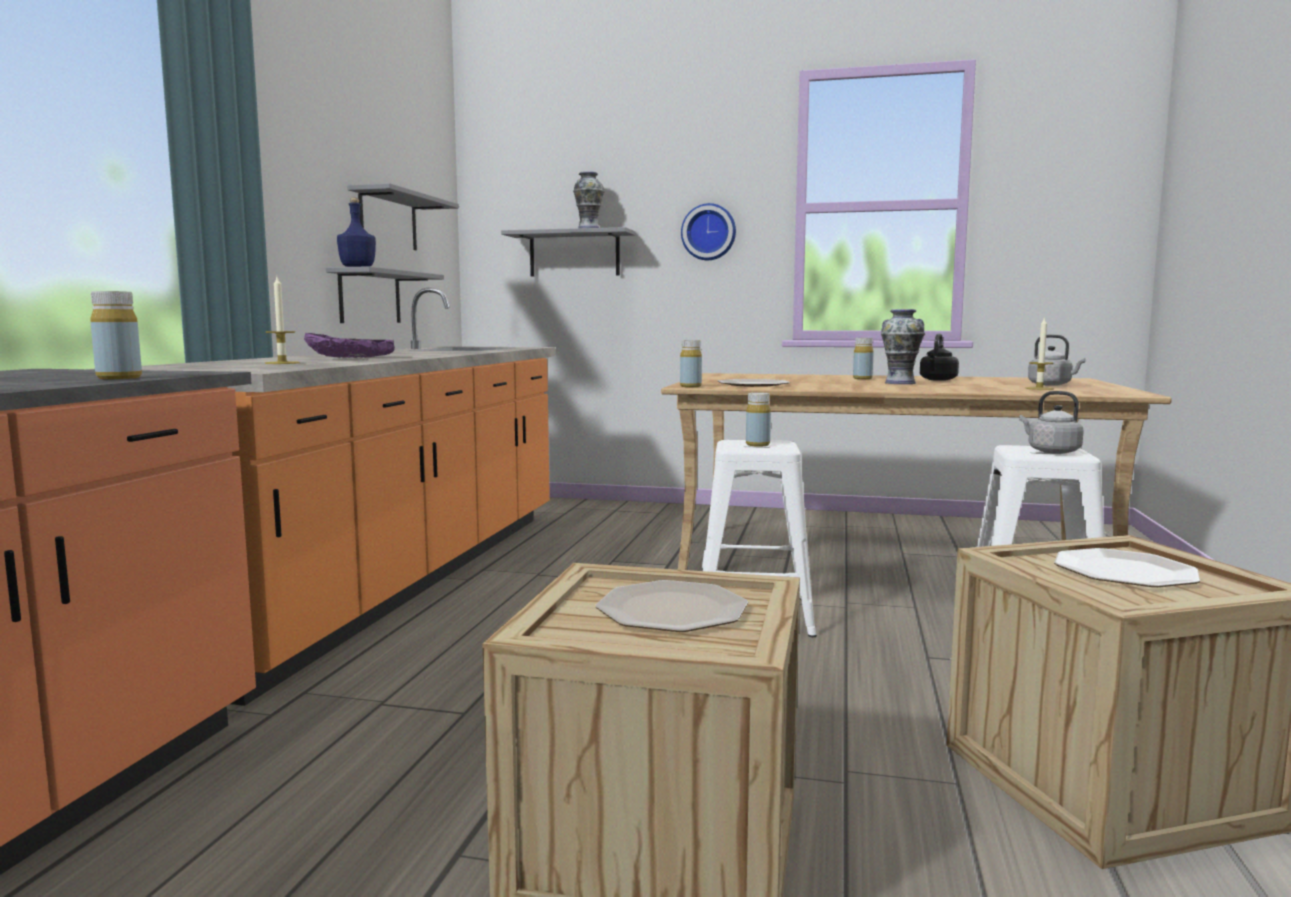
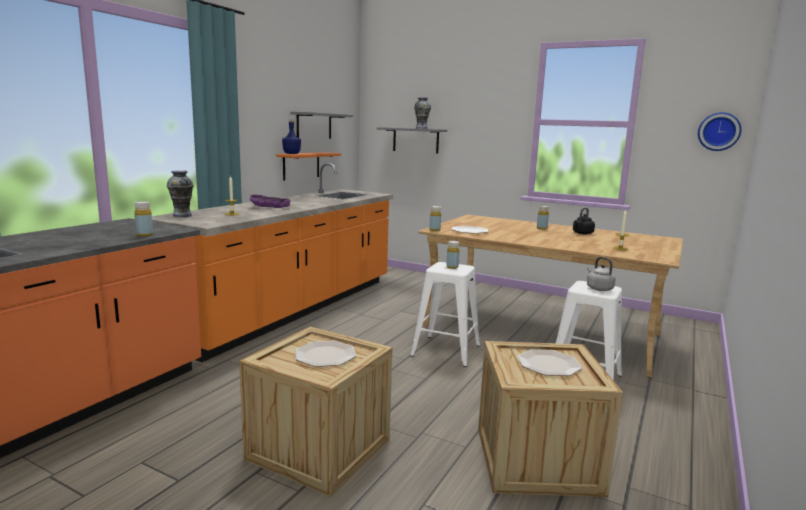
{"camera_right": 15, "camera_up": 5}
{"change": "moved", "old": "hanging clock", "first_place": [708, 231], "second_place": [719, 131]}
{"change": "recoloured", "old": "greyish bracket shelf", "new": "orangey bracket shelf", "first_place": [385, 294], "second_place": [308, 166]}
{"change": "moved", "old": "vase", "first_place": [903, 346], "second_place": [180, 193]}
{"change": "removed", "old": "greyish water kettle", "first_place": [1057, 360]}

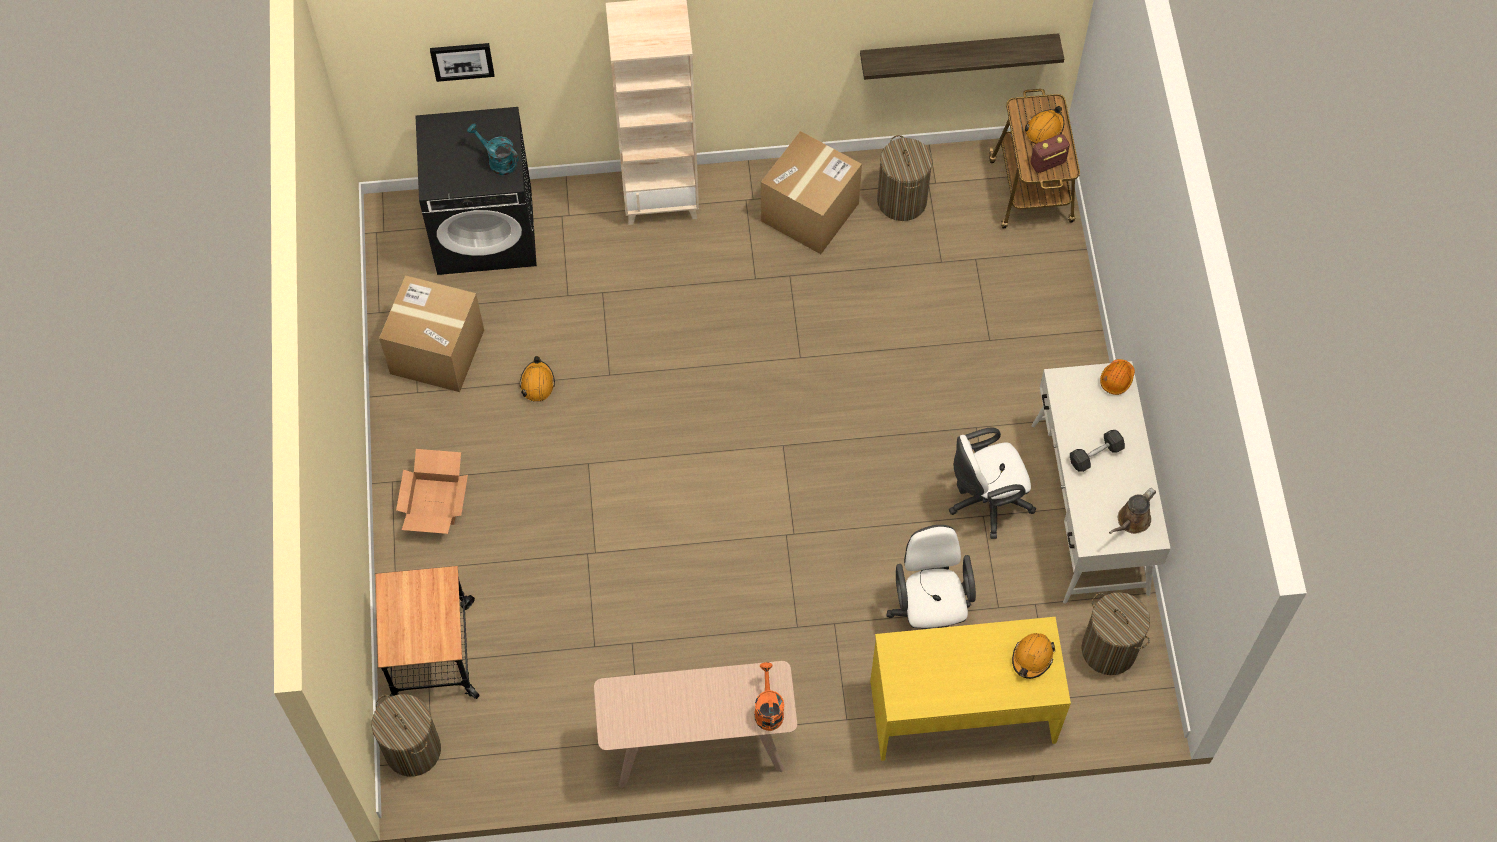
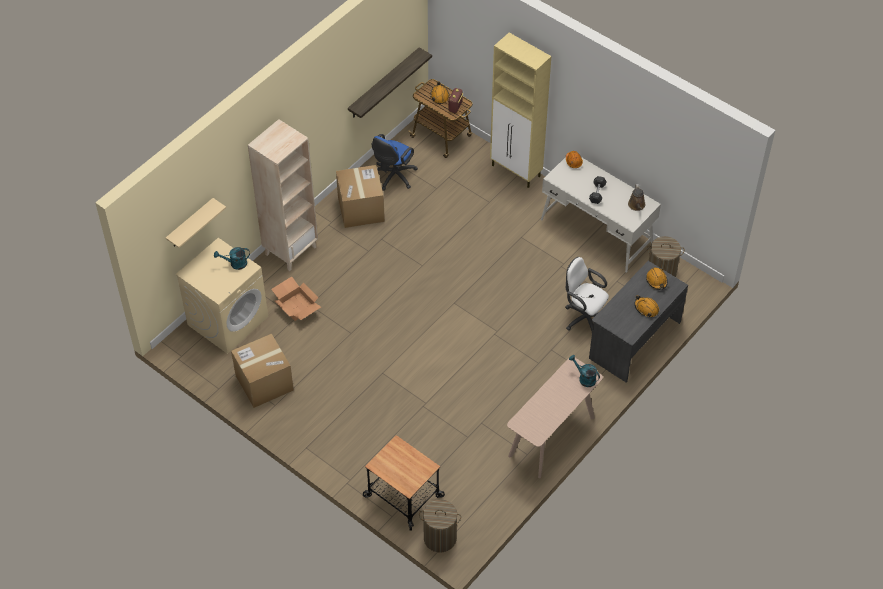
{"camera_right": -45, "camera_up": -10}
{"change": "replaced", "old": "wall art", "new": "beige bracket shelf", "first_place": [462, 62], "second_place": [196, 223]}
{"change": "recoloured", "old": "blackish laundry machine", "new": "beige laundry machine", "first_place": [476, 191], "second_place": [222, 296]}
{"change": "replaced", "old": "washing basket", "new": "blue desk chair", "first_place": [905, 178], "second_place": [394, 162]}
{"change": "moved", "old": "orangey hard hat", "first_place": [537, 379], "second_place": [647, 306]}
{"change": "removed", "old": "white-coloured desk chair", "first_place": [992, 483]}
{"change": "moved", "old": "carton", "first_place": [432, 491], "second_place": [296, 299]}
{"change": "recoloured", "old": "yellowish desk table", "new": "greyish desk table", "first_place": [970, 689], "second_place": [638, 321]}
{"change": "recoloured", "old": "orangey watering pot", "new": "turquoise-coloured watering pot", "first_place": [769, 696], "second_place": [584, 371]}
{"change": "added", "new": "beige storage cabinet", "second_place": [520, 110]}

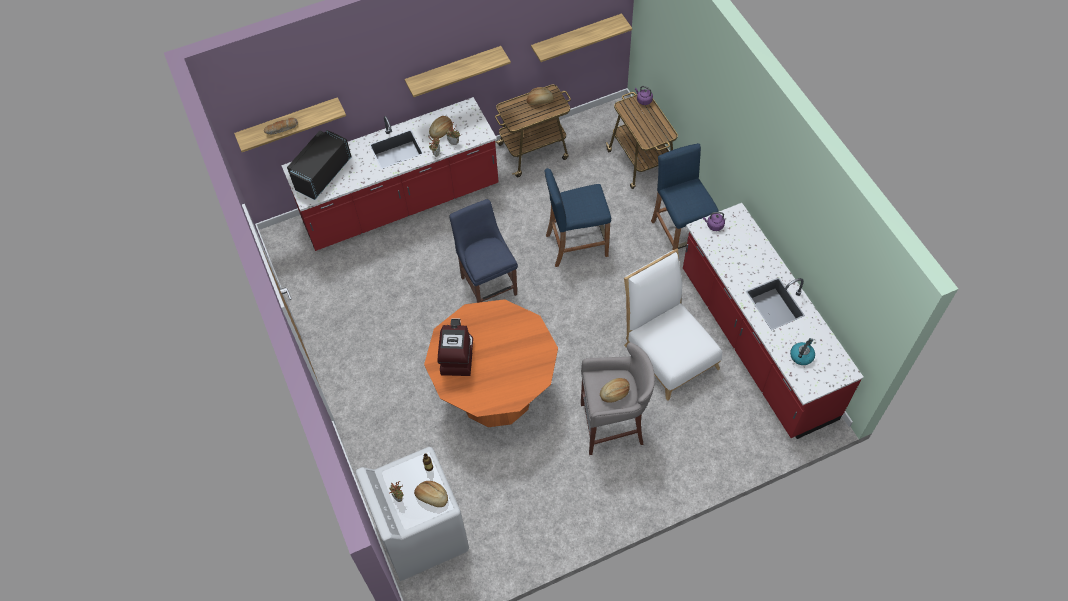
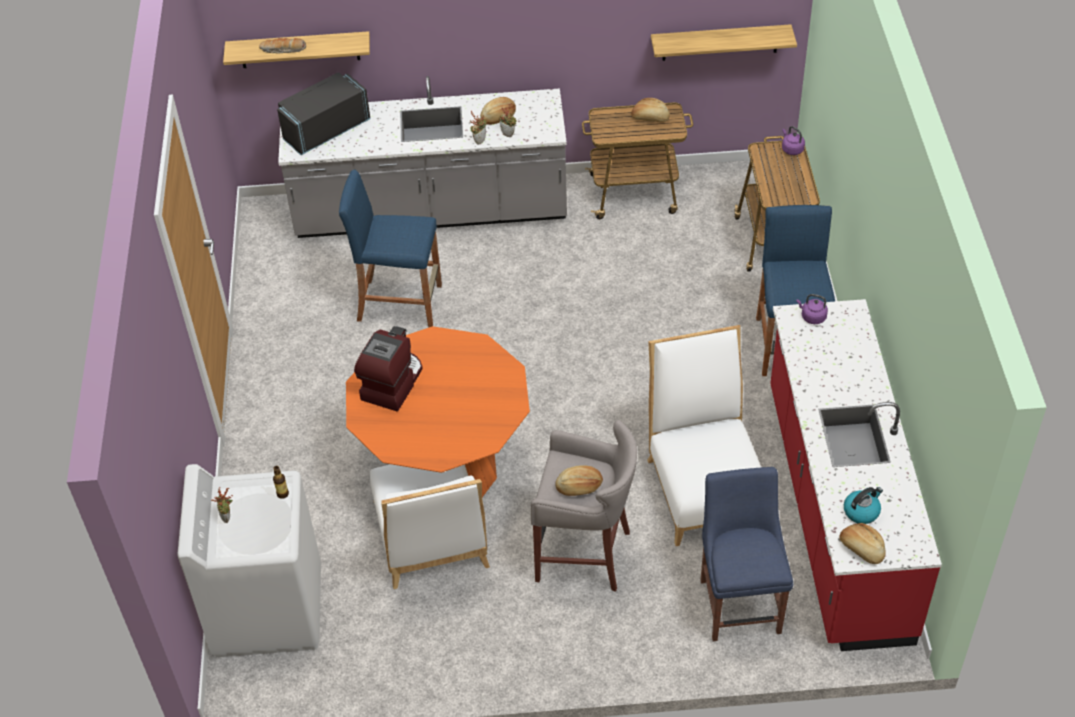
{"camera_right": 20, "camera_up": -10}
{"change": "removed", "old": "bracket shelf", "first_place": [458, 71]}
{"change": "recoloured", "old": "red kitchen counter", "new": "greyish kitchen counter", "first_place": [390, 174], "second_place": [422, 157]}
{"change": "moved", "old": "blue sitting stool", "first_place": [577, 217], "second_place": [390, 248]}
{"change": "moved", "old": "blue upright chair", "first_place": [483, 251], "second_place": [746, 554]}
{"change": "moved", "old": "bakery bread", "first_place": [431, 494], "second_place": [863, 543]}
{"change": "added", "new": "white-coloured upright chair", "second_place": [430, 526]}

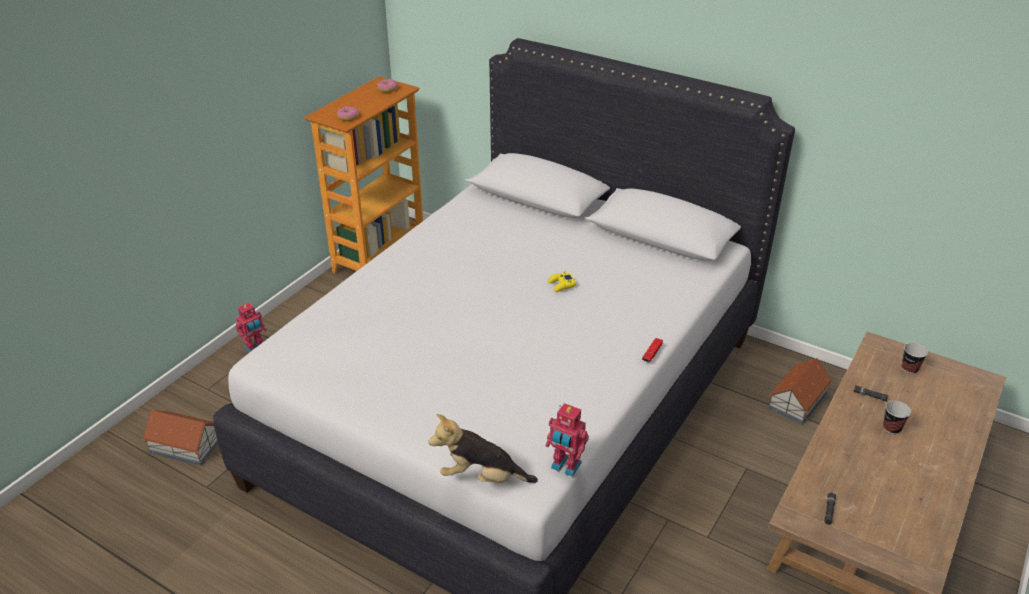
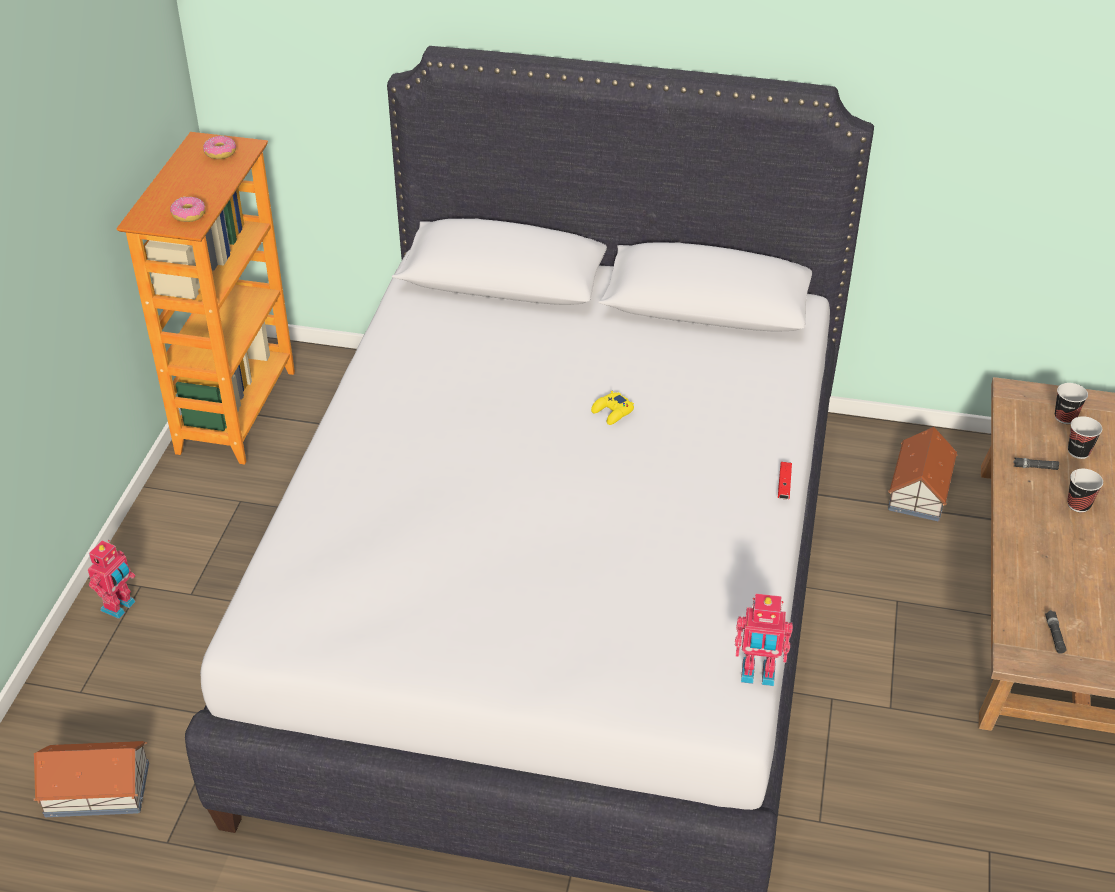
{"camera_right": -20, "camera_up": 5}
{"change": "removed", "old": "plush toy", "first_place": [483, 448]}
{"change": "added", "new": "cup", "second_place": [1085, 437]}

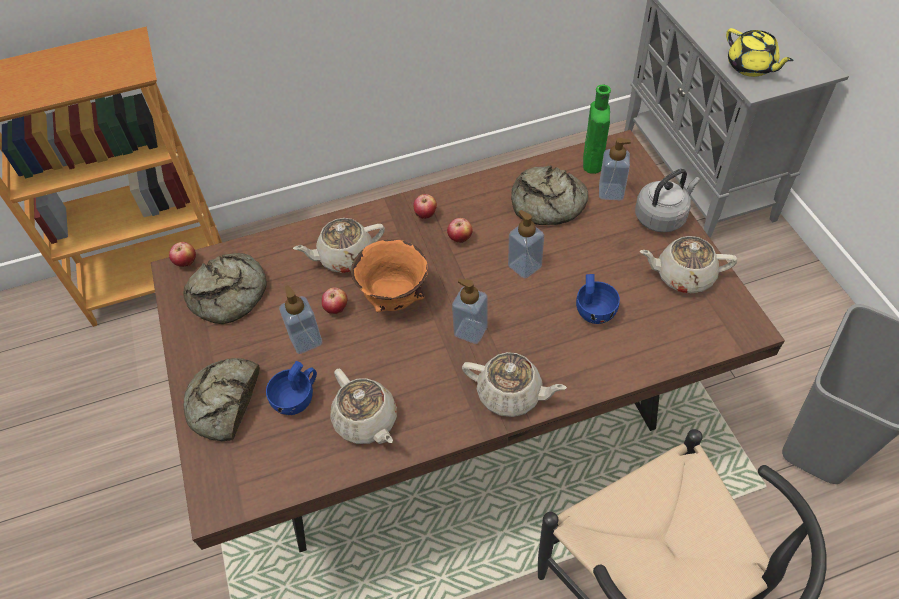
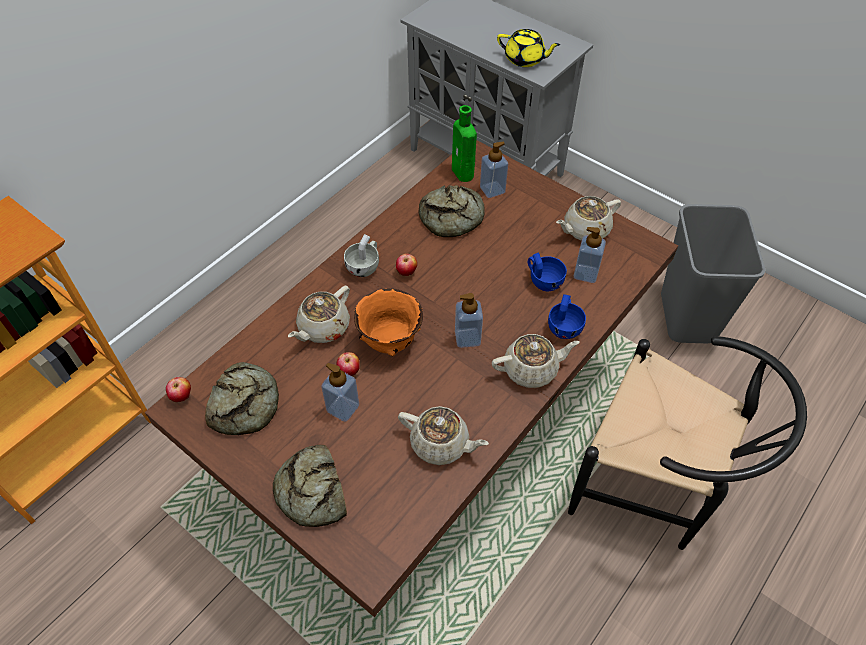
{"camera_right": -35, "camera_up": 0}
{"change": "removed", "old": "greyish water kettle", "first_place": [667, 200]}
{"change": "replaced", "old": "apple fruit", "new": "white-coloured cup", "first_place": [425, 206], "second_place": [361, 255]}
{"change": "moved", "old": "liquid soap bottle", "first_place": [526, 244], "second_place": [590, 255]}
{"change": "moved", "old": "blue cup", "first_place": [291, 388], "second_place": [567, 316]}

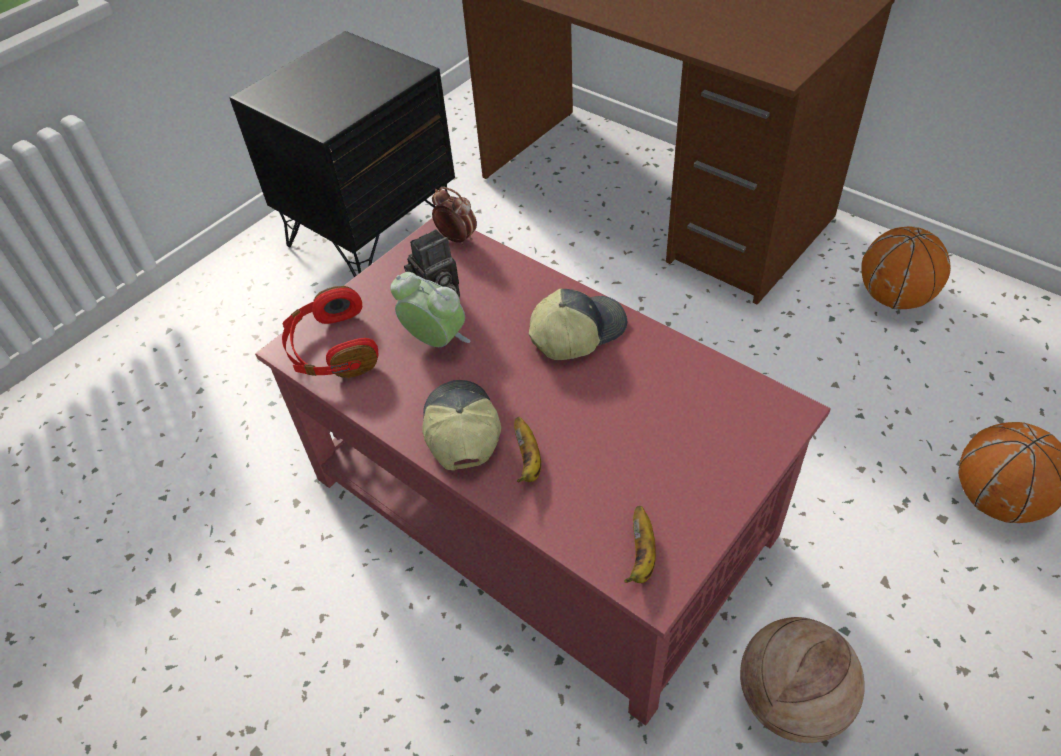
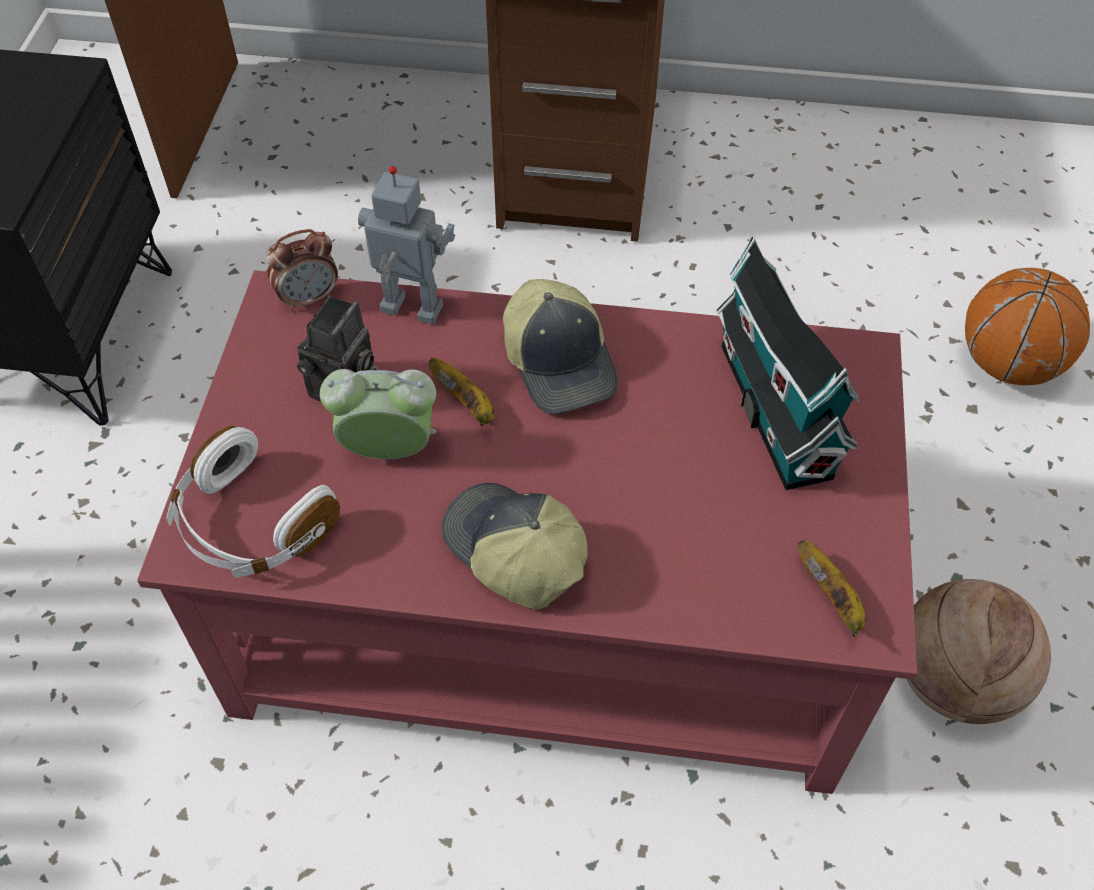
{"camera_right": -35, "camera_up": 5}
{"change": "turned", "old": "table clock", "first_place": [454, 216], "second_place": [302, 270], "degrees": 150}
{"change": "removed", "old": "ball for basketball", "first_place": [906, 268]}
{"change": "recoloured", "old": "red headphones", "new": "white-coloured headphones", "first_place": [330, 332], "second_place": [253, 502]}
{"change": "turned", "old": "peaked cap", "first_place": [578, 324], "second_place": [560, 346], "degrees": 135}
{"change": "moved", "old": "whole banana", "first_place": [527, 449], "second_place": [461, 392]}
{"change": "added", "new": "toy robot", "second_place": [406, 245]}
{"change": "added", "new": "toy house", "second_place": [787, 363]}

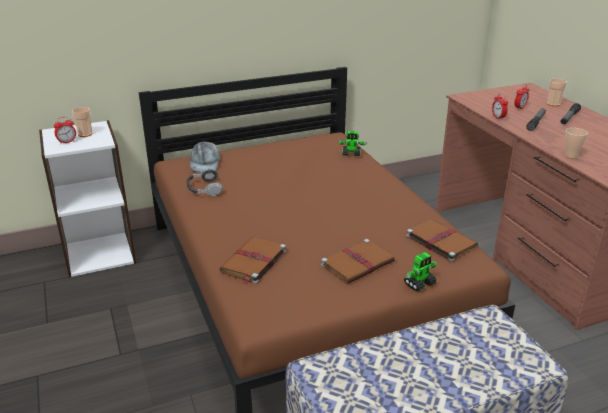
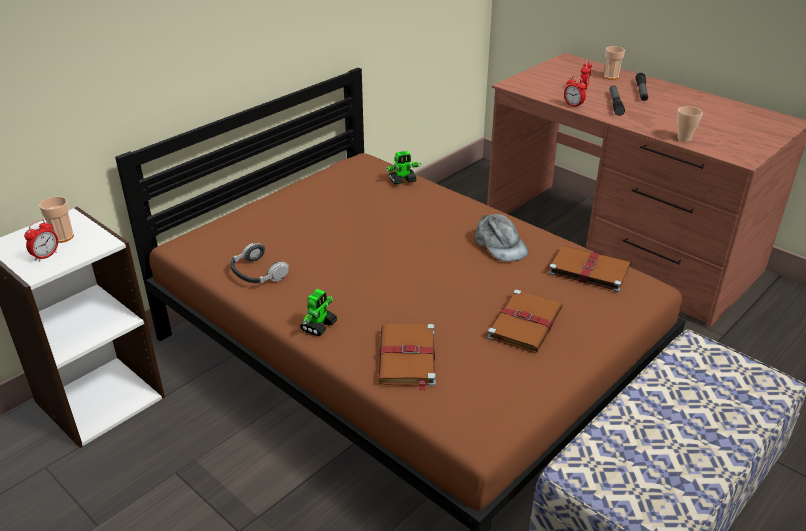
{"camera_right": -25, "camera_up": 5}
{"change": "moved", "old": "greyish peaked cap", "first_place": [205, 157], "second_place": [501, 237]}
{"change": "moved", "old": "toy robot", "first_place": [420, 271], "second_place": [318, 312]}

